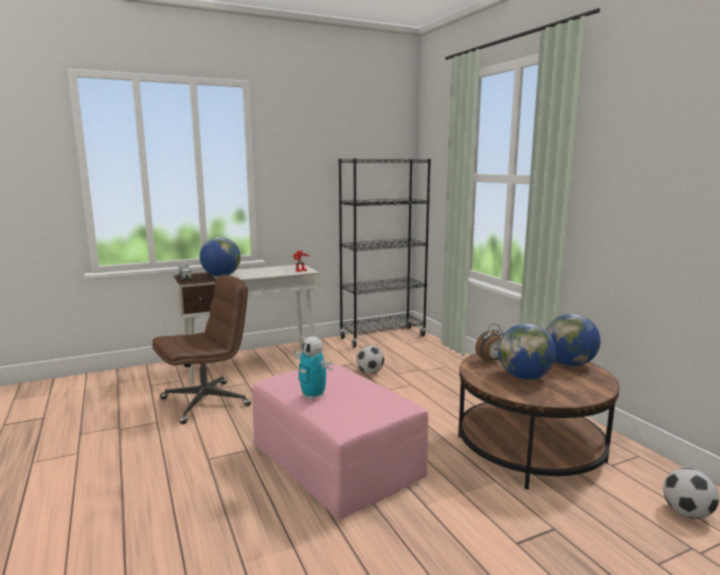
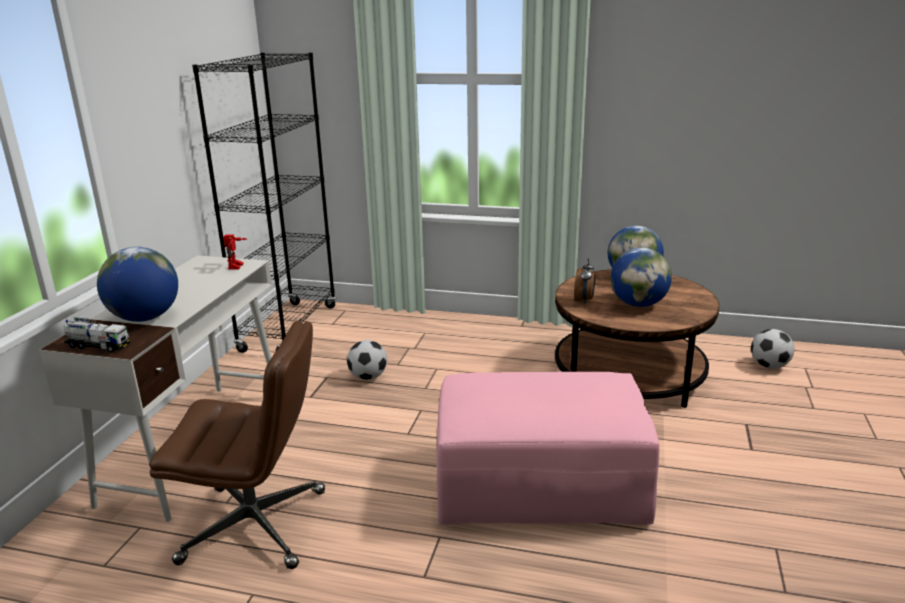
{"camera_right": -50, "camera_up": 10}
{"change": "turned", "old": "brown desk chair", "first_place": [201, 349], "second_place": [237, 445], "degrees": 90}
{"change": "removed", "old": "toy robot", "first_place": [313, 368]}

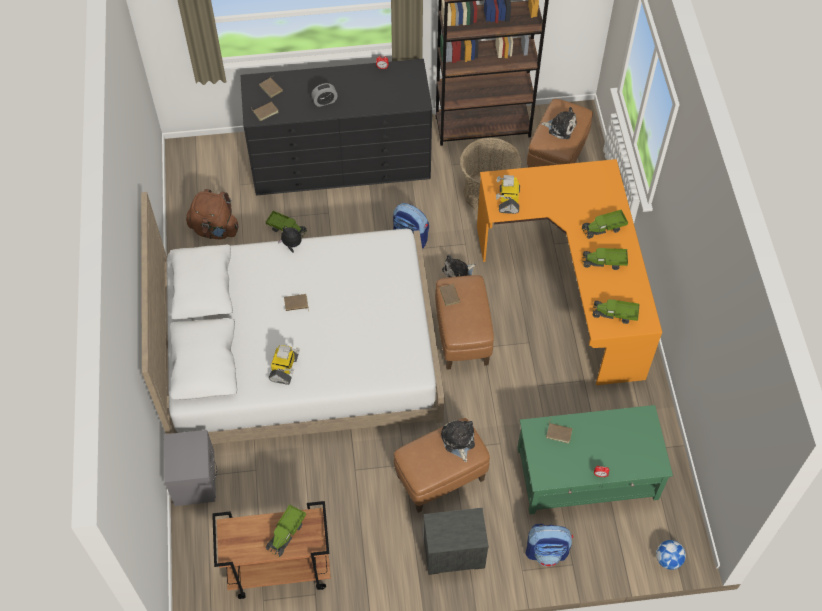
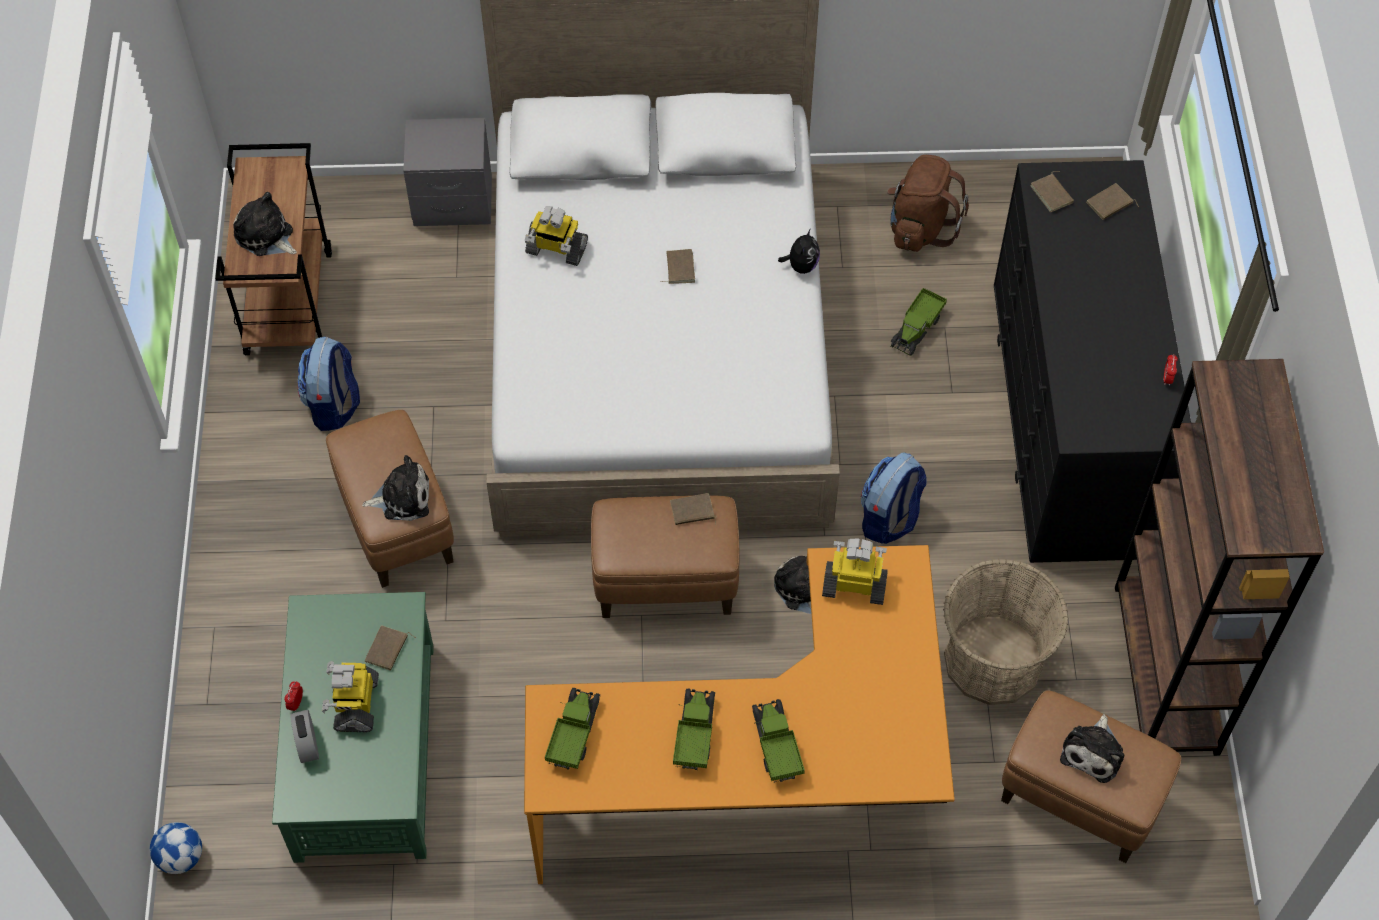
{"camera_right": 95, "camera_up": 0}
{"change": "moved", "old": "table clock", "first_place": [324, 95], "second_place": [304, 736]}
{"change": "replaced", "old": "toy lorry", "new": "plush toy", "first_place": [286, 530], "second_place": [265, 224]}
{"change": "removed", "old": "night table", "first_place": [456, 541]}
{"change": "moved", "old": "knapsack", "first_place": [549, 545], "second_place": [329, 383]}
{"change": "added", "new": "toy robot", "second_place": [350, 696]}

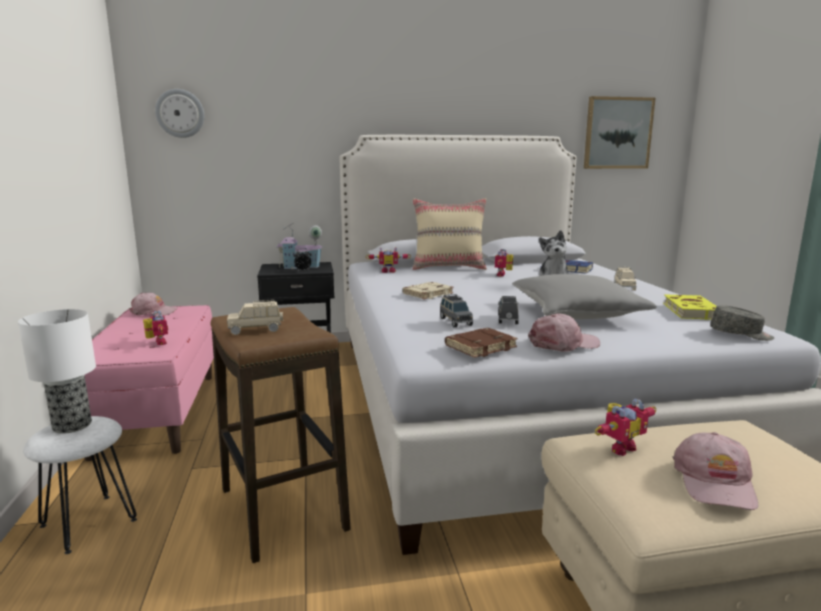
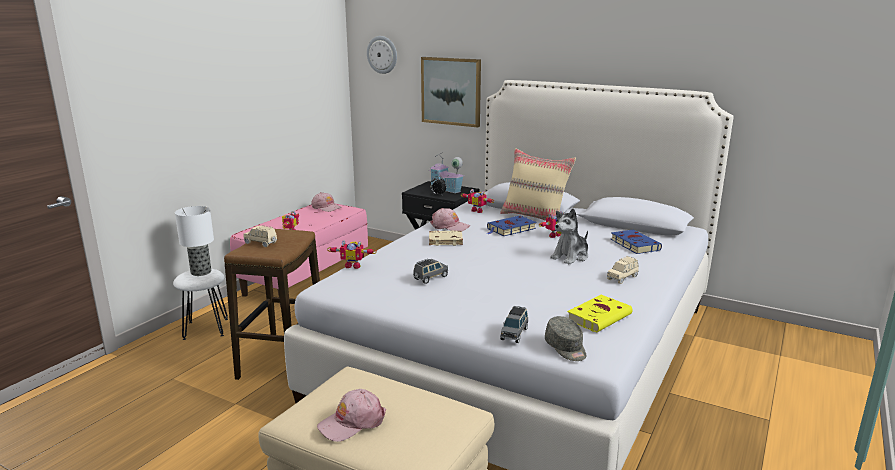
{"camera_right": 40, "camera_up": 5}
{"change": "moved", "old": "wall art", "first_place": [620, 132], "second_place": [451, 92]}
{"change": "removed", "old": "greyish throw pillow", "first_place": [584, 296]}
{"change": "moved", "old": "greyish toy car", "first_place": [456, 310], "second_place": [514, 324]}
{"change": "moved", "old": "pink peaked cap", "first_place": [564, 333], "second_place": [450, 219]}
{"change": "removed", "old": "brown book", "first_place": [481, 343]}
{"change": "moved", "old": "toy robot", "first_place": [626, 427], "second_place": [352, 254]}
{"change": "added", "new": "blue book", "second_place": [511, 226]}

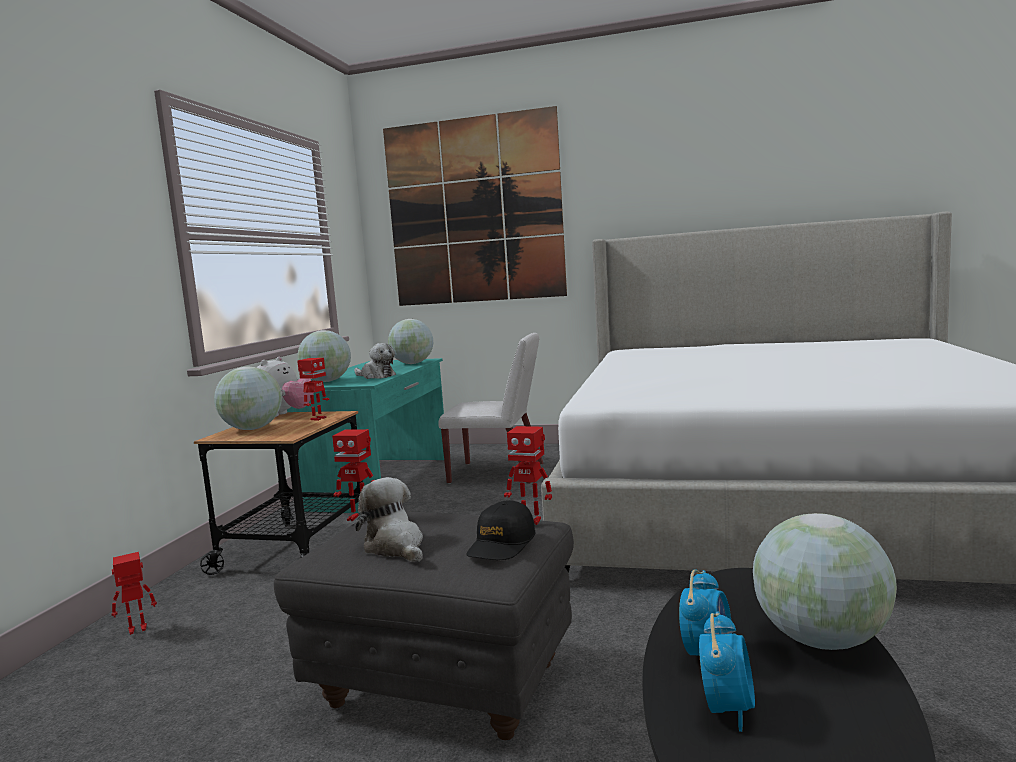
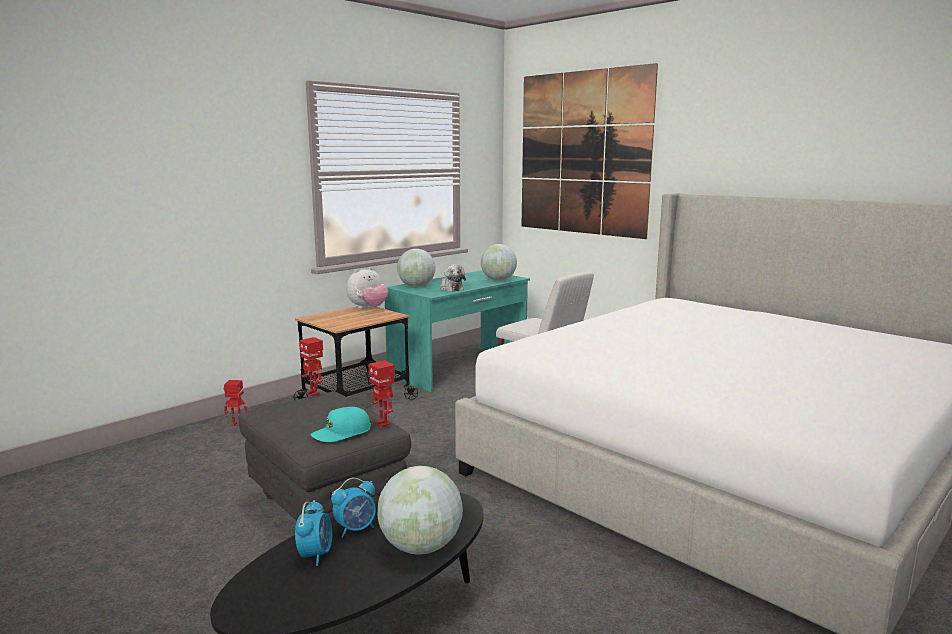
{"camera_right": 30, "camera_up": 5}
{"change": "removed", "old": "toy robot", "first_place": [313, 389]}
{"change": "removed", "old": "world globe", "first_place": [248, 398]}
{"change": "removed", "old": "plush toy", "first_place": [389, 519]}
{"change": "recoloured", "old": "blackish peaked cap", "new": "turquoise-coloured peaked cap", "first_place": [501, 530], "second_place": [341, 424]}
{"change": "turned", "old": "table clock", "first_place": [727, 671], "second_place": [313, 533], "degrees": -45}

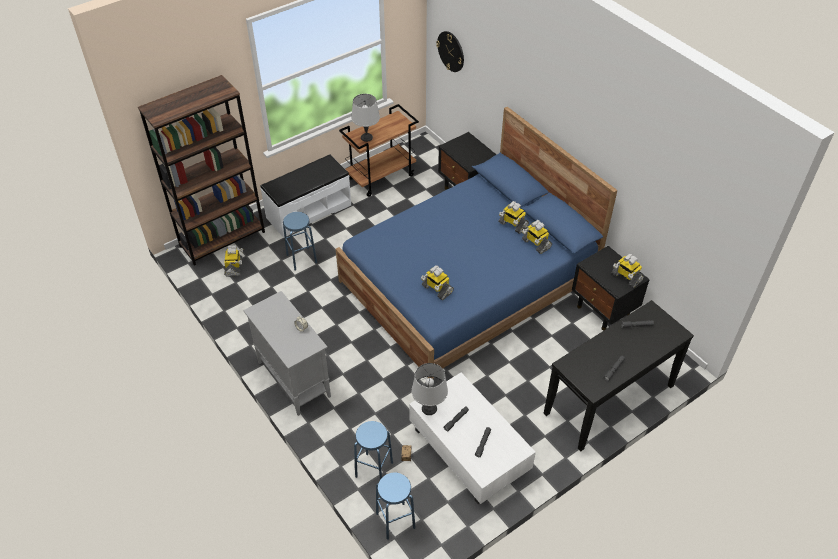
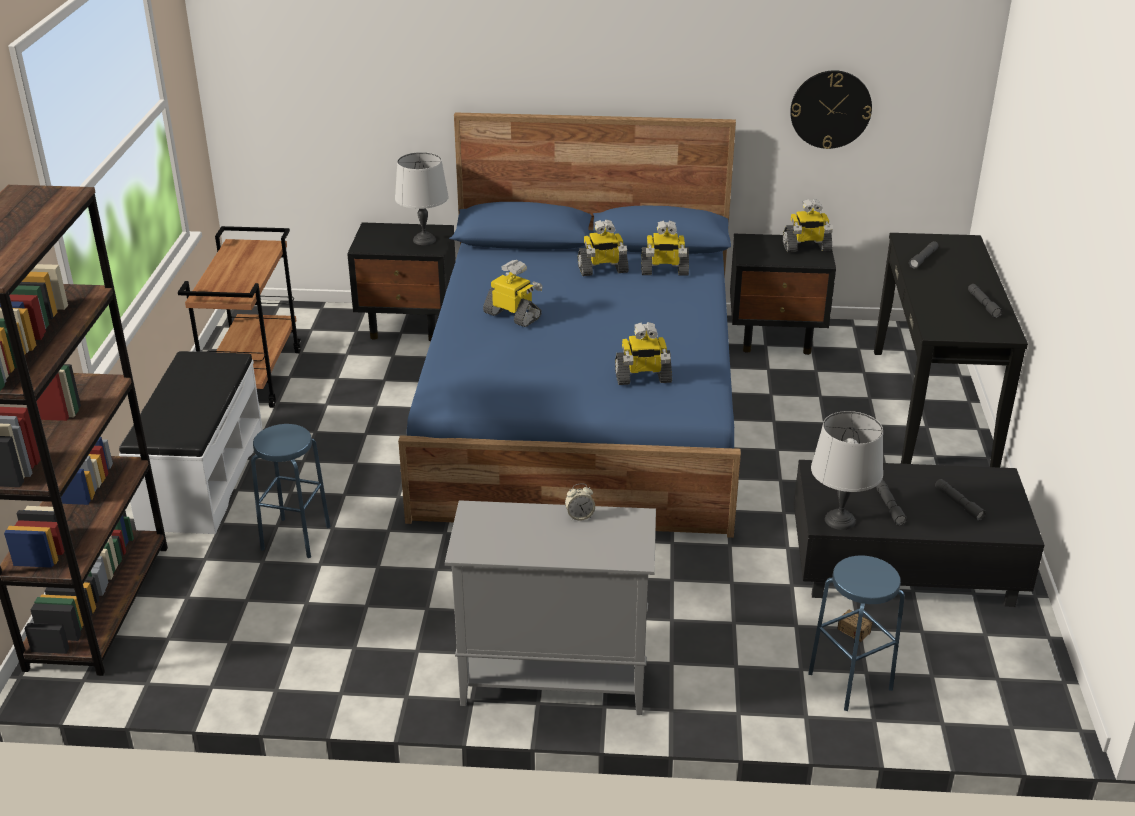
{"camera_right": -50, "camera_up": -15}
{"change": "moved", "old": "hanging clock", "first_place": [450, 51], "second_place": [831, 109]}
{"change": "moved", "old": "greyish lamp for a table", "first_place": [365, 118], "second_place": [422, 198]}
{"change": "moved", "old": "toy robot", "first_place": [233, 261], "second_place": [513, 293]}
{"change": "recoloured", "old": "white-coloured lounge table", "new": "blackish lounge table", "first_place": [472, 438], "second_place": [919, 533]}
{"change": "removed", "old": "blue sitting stool", "first_place": [396, 506]}

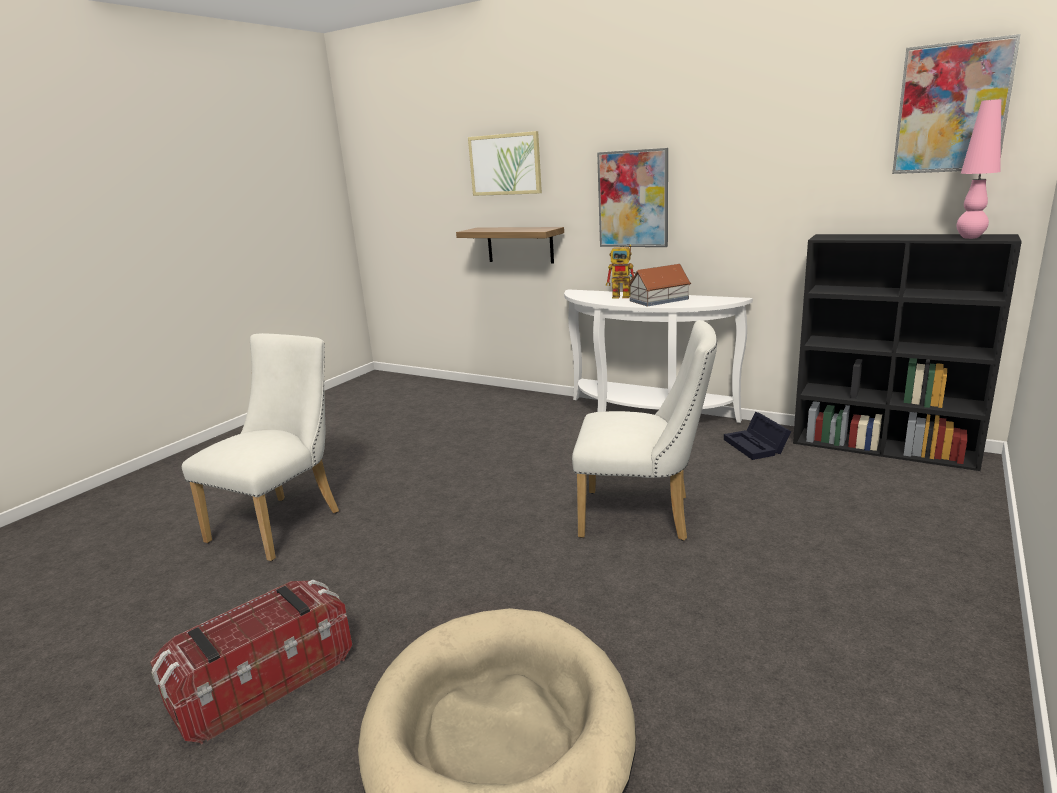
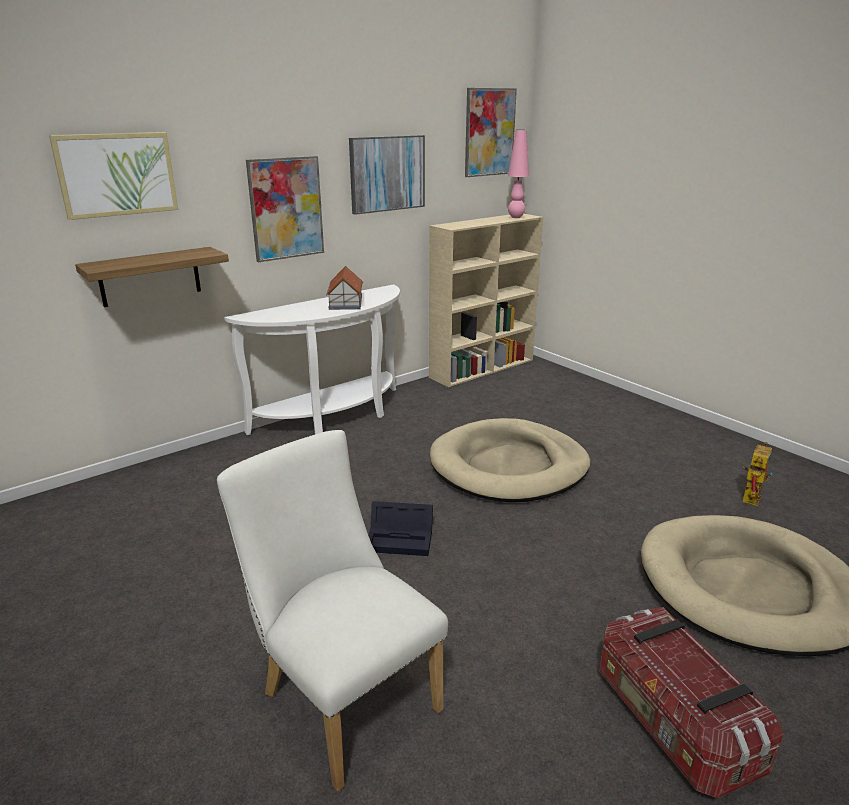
{"camera_right": -70, "camera_up": 5}
{"change": "recoloured", "old": "blackish shelving unit", "new": "beige shelving unit", "first_place": [907, 352], "second_place": [486, 300]}
{"change": "moved", "old": "toy robot", "first_place": [621, 272], "second_place": [757, 474]}
{"change": "replaced", "old": "white-coloured upright chair", "new": "beige dog bed", "first_place": [644, 430], "second_place": [510, 460]}
{"change": "moved", "old": "blackish storage bin", "first_place": [757, 436], "second_place": [400, 528]}
{"change": "added", "new": "wall art", "second_place": [387, 175]}

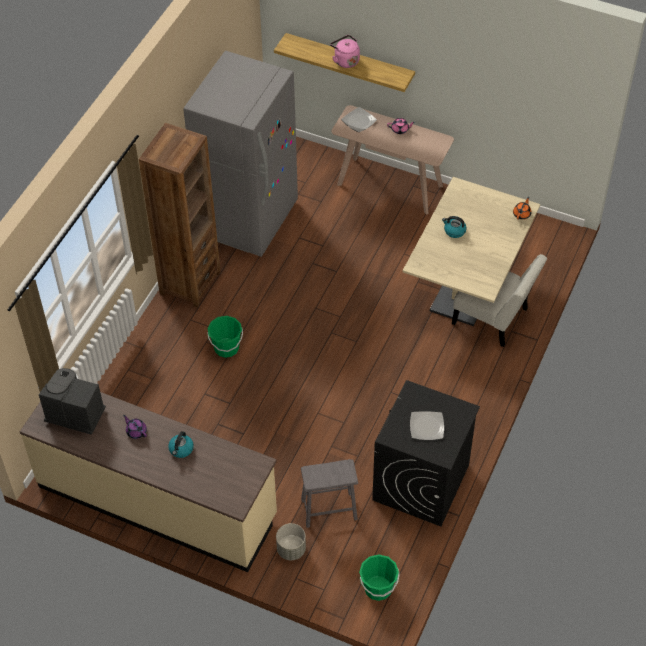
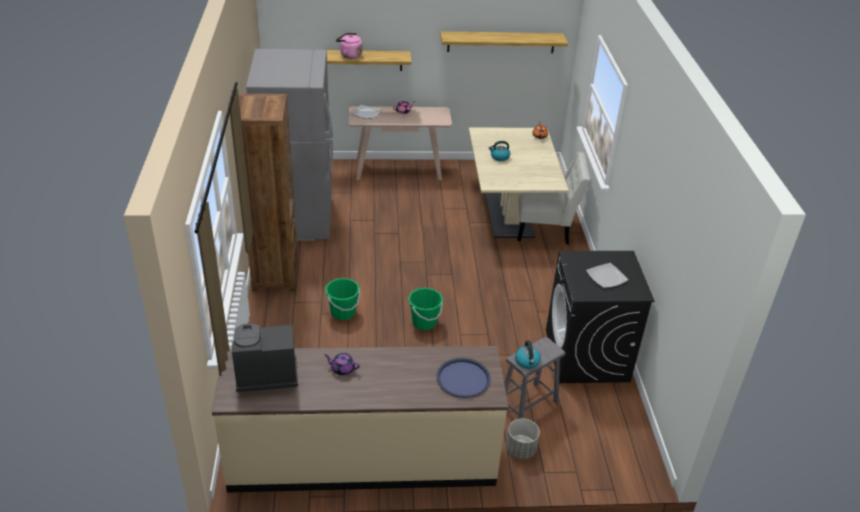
{"camera_right": -30, "camera_up": -15}
{"change": "moved", "old": "water kettle", "first_place": [181, 444], "second_place": [528, 355]}
{"change": "moved", "old": "greenish bucket", "first_place": [379, 577], "second_place": [425, 309]}
{"change": "added", "new": "bracket shelf", "second_place": [504, 42]}
{"change": "added", "new": "blue tray", "second_place": [464, 378]}

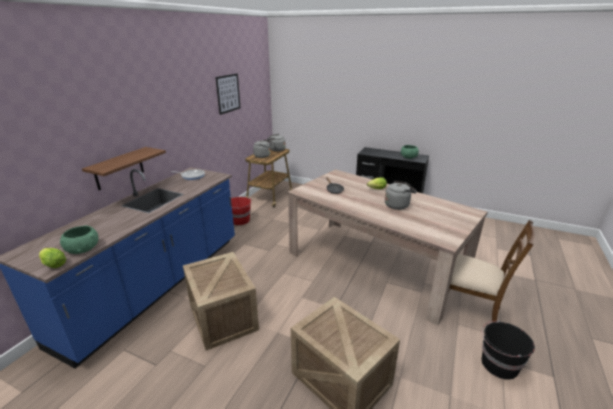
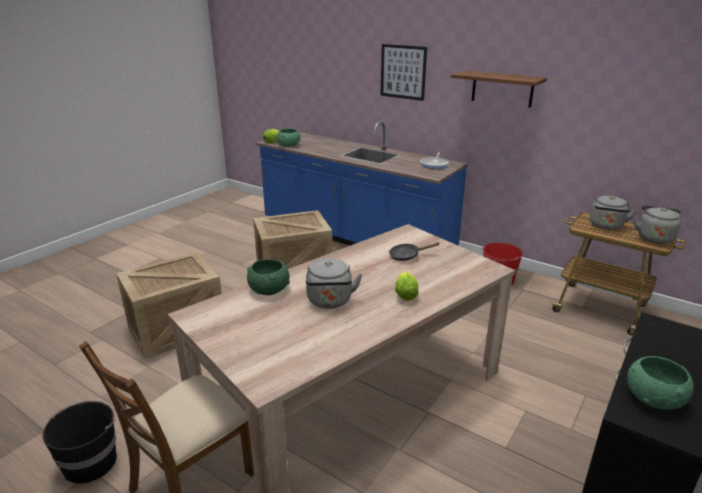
{"camera_right": 100, "camera_up": 0}
{"change": "moved", "old": "wall art", "first_place": [228, 94], "second_place": [404, 72]}
{"change": "moved", "old": "bracket shelf", "first_place": [124, 168], "second_place": [499, 89]}
{"change": "added", "new": "greenish serving bowl", "second_place": [268, 277]}

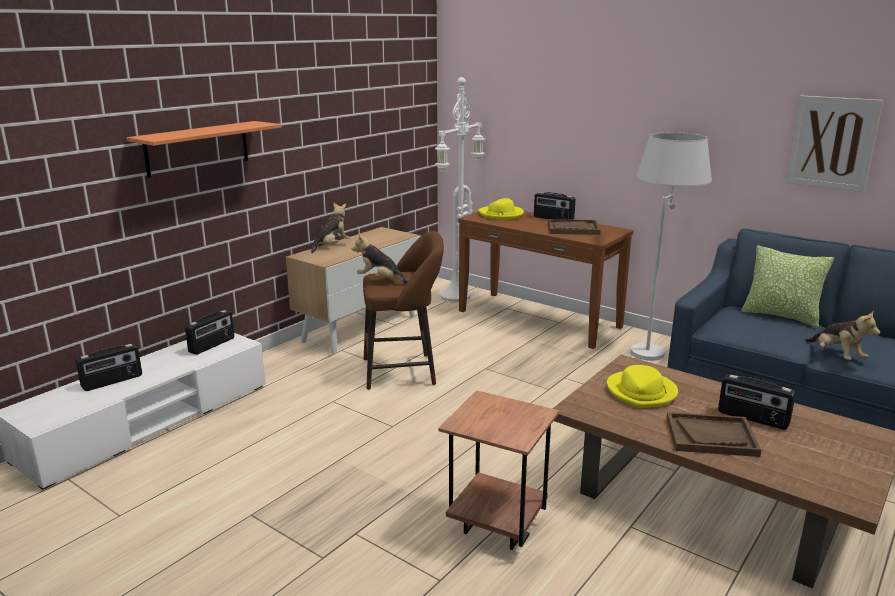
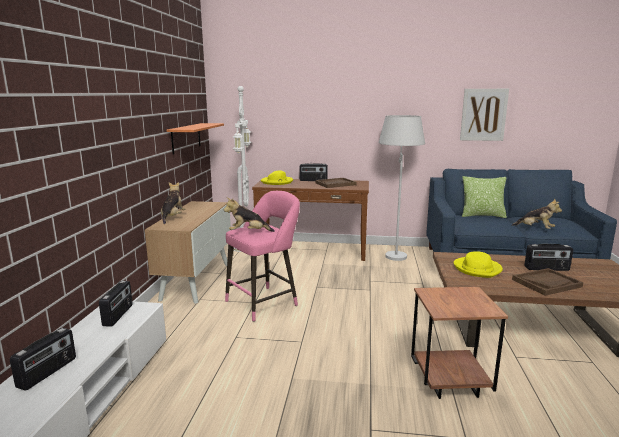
{"camera_right": -30, "camera_up": -5}
{"change": "moved", "old": "bracket shelf", "first_place": [204, 149], "second_place": [195, 139]}
{"change": "recoloured", "old": "brown sitting stool", "new": "pink sitting stool", "first_place": [403, 310], "second_place": [262, 256]}

